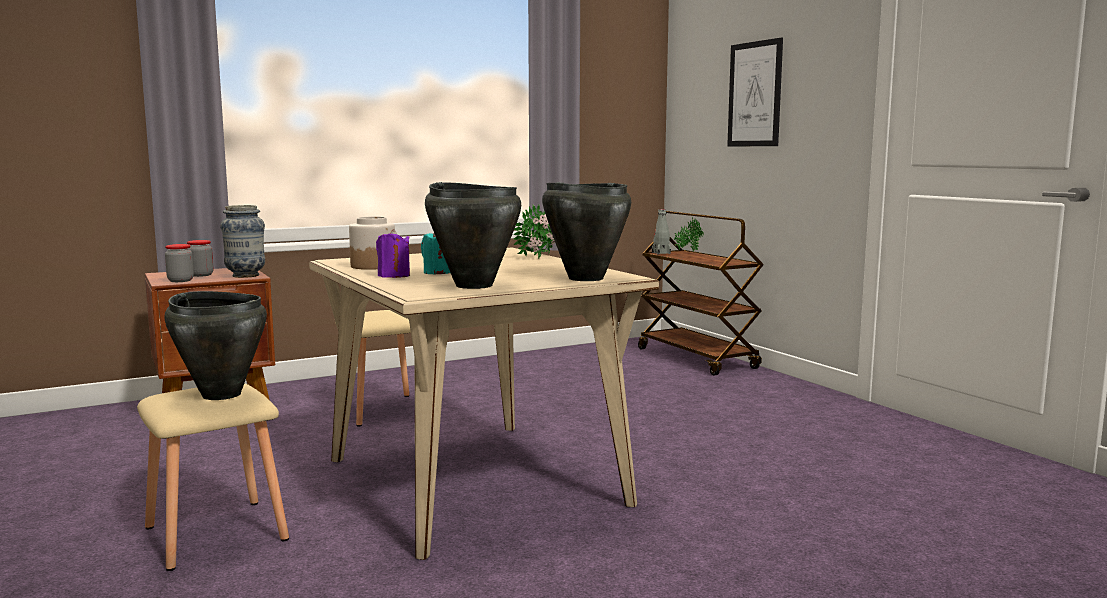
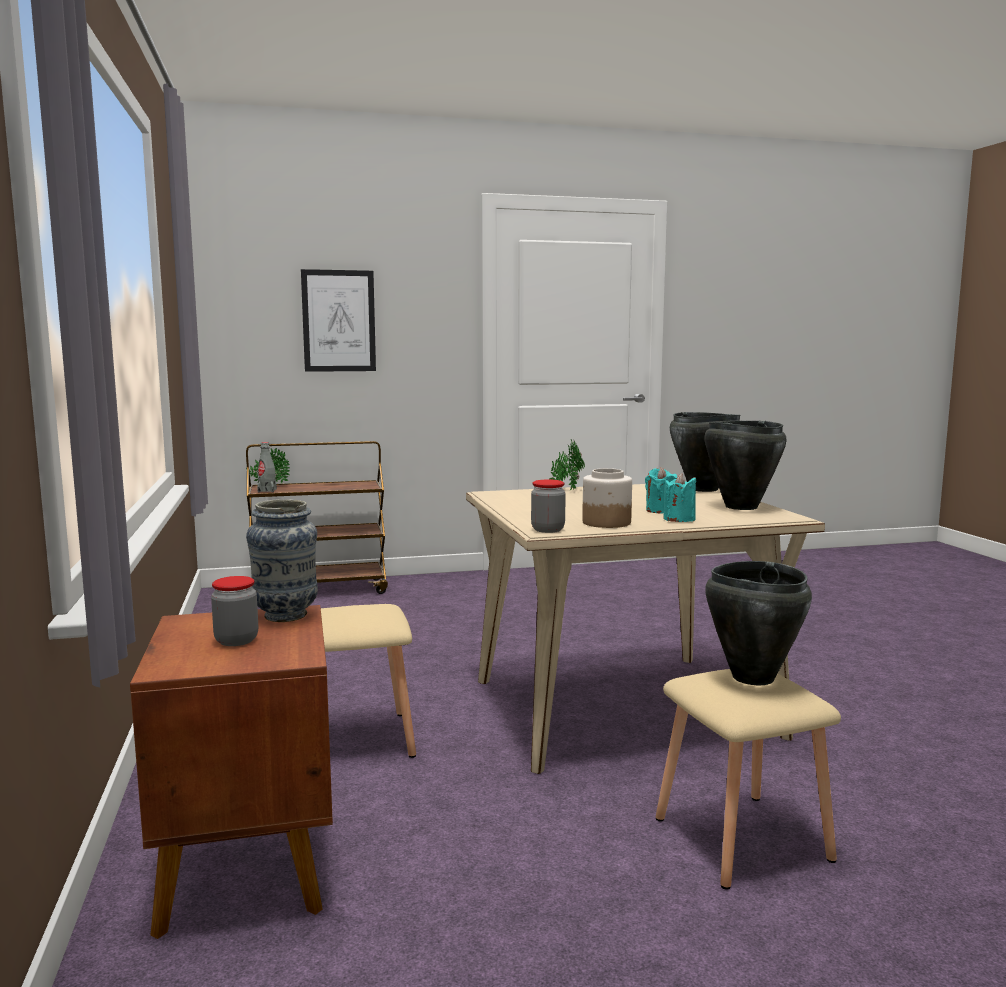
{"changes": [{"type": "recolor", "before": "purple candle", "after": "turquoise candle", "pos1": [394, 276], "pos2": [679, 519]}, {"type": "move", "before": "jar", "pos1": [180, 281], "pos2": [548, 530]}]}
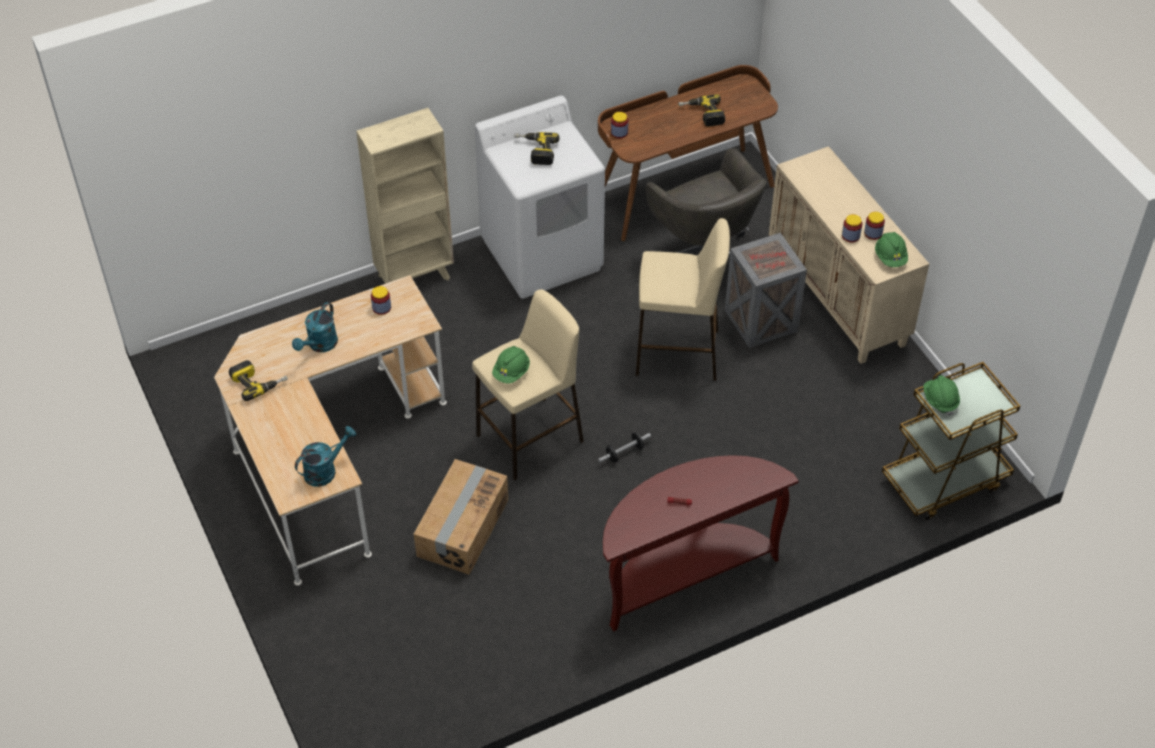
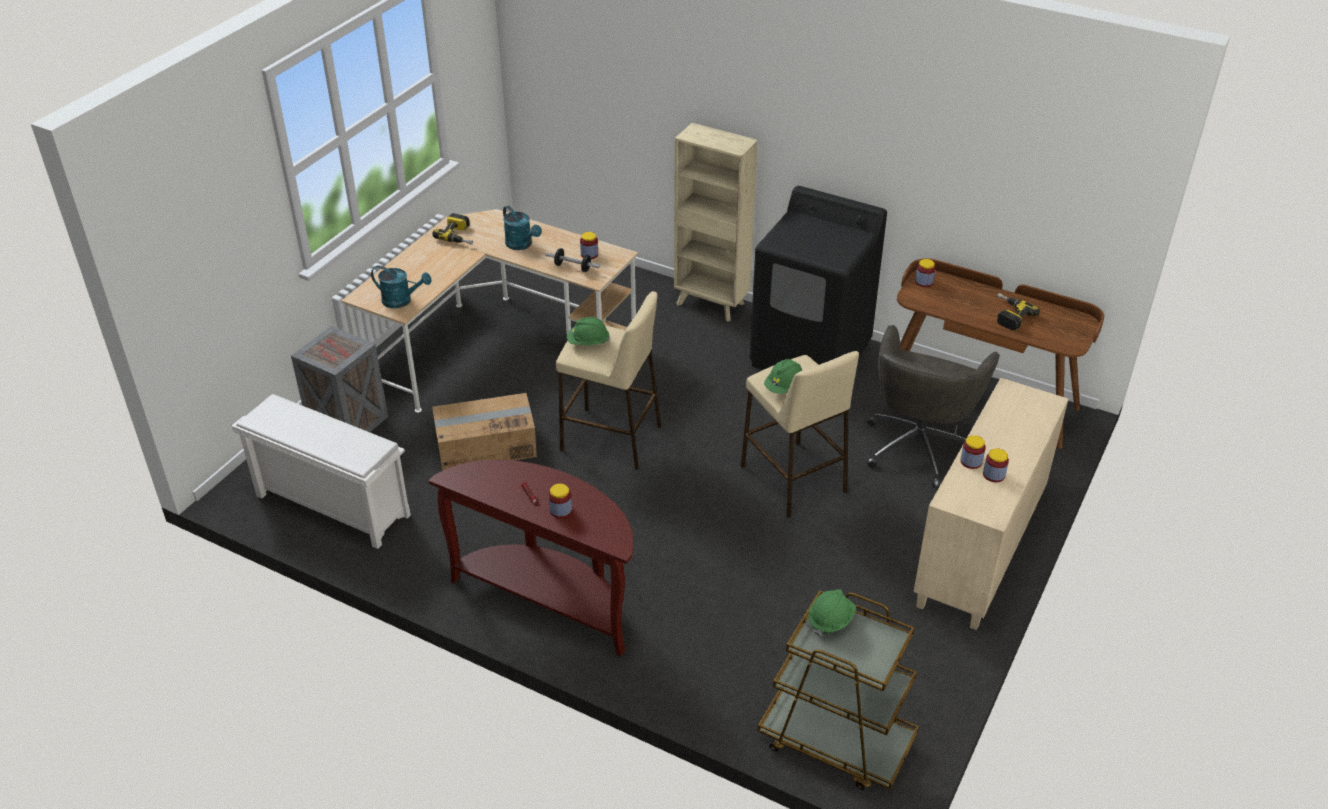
{"changes": [{"type": "recolor", "before": "white washing machine", "after": "black washing machine", "pos1": [542, 254], "pos2": [811, 354]}, {"type": "delete", "before": "power drill", "pos1": [535, 151]}, {"type": "move", "before": "green hard hat", "pos1": [890, 257], "pos2": [784, 387]}, {"type": "move", "before": "crate", "pos1": [759, 320], "pos2": [348, 421]}, {"type": "rotate", "before": "turquoise watering can", "pos1": [320, 345], "pos2": [522, 245], "turn": -120}, {"type": "move", "before": "dumbbell", "pos1": [624, 453], "pos2": [573, 267]}, {"type": "insert", "after": "white shoe rack", "pos2": [330, 506]}, {"type": "insert", "after": "jar", "pos2": [560, 510]}]}
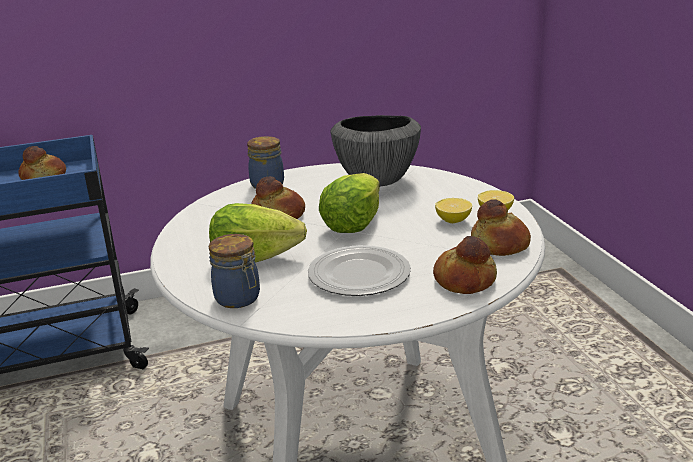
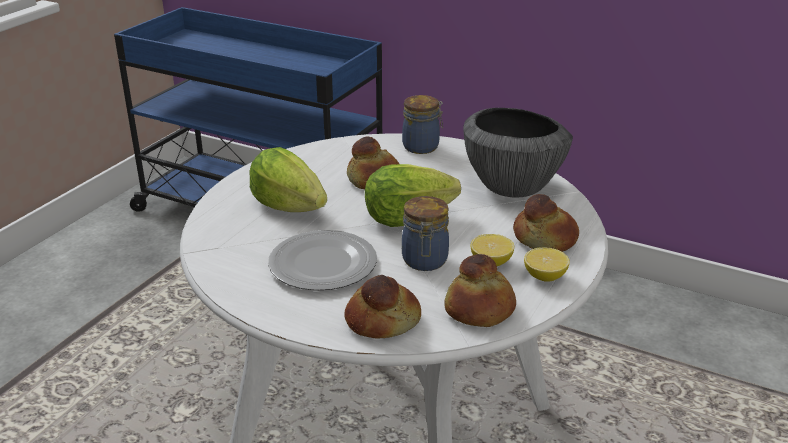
{"changes": [{"type": "move", "before": "bread", "pos1": [44, 176], "pos2": [545, 238]}, {"type": "move", "before": "jar", "pos1": [239, 299], "pos2": [424, 261]}]}
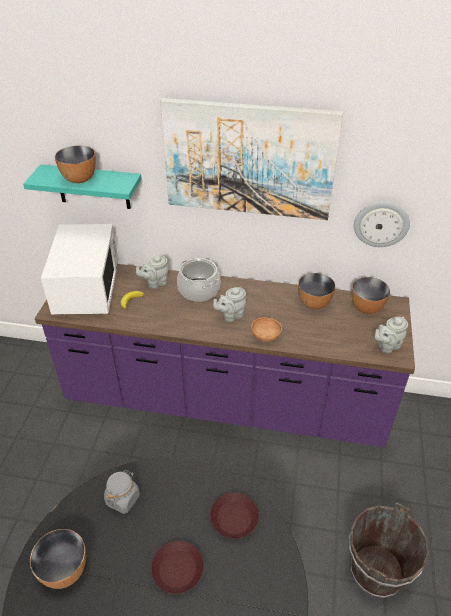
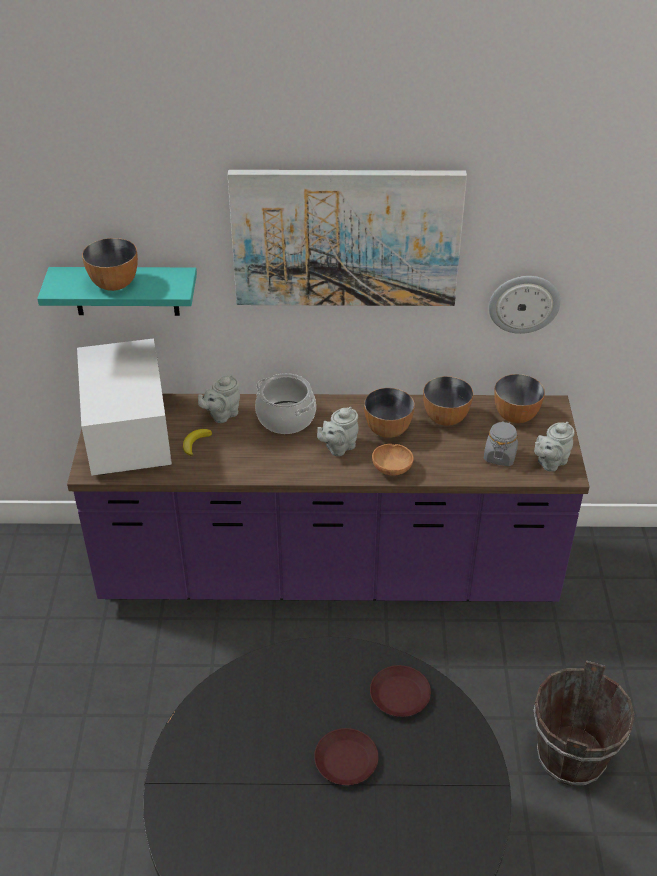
{"changes": [{"type": "move", "before": "grey jar", "pos1": [123, 499], "pos2": [499, 456]}, {"type": "move", "before": "bowl", "pos1": [64, 570], "pos2": [387, 430]}]}
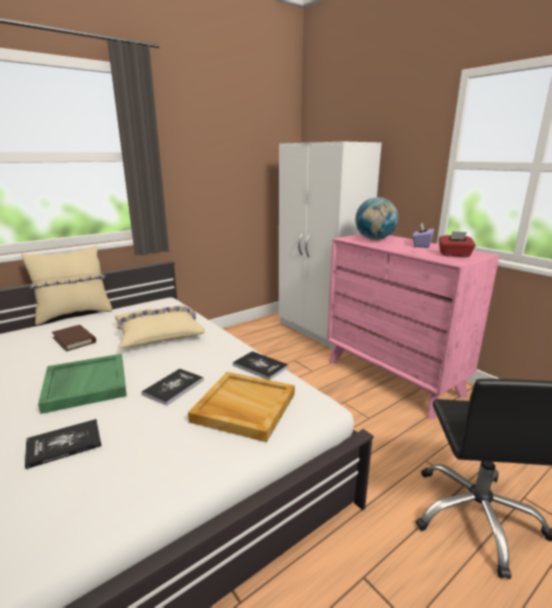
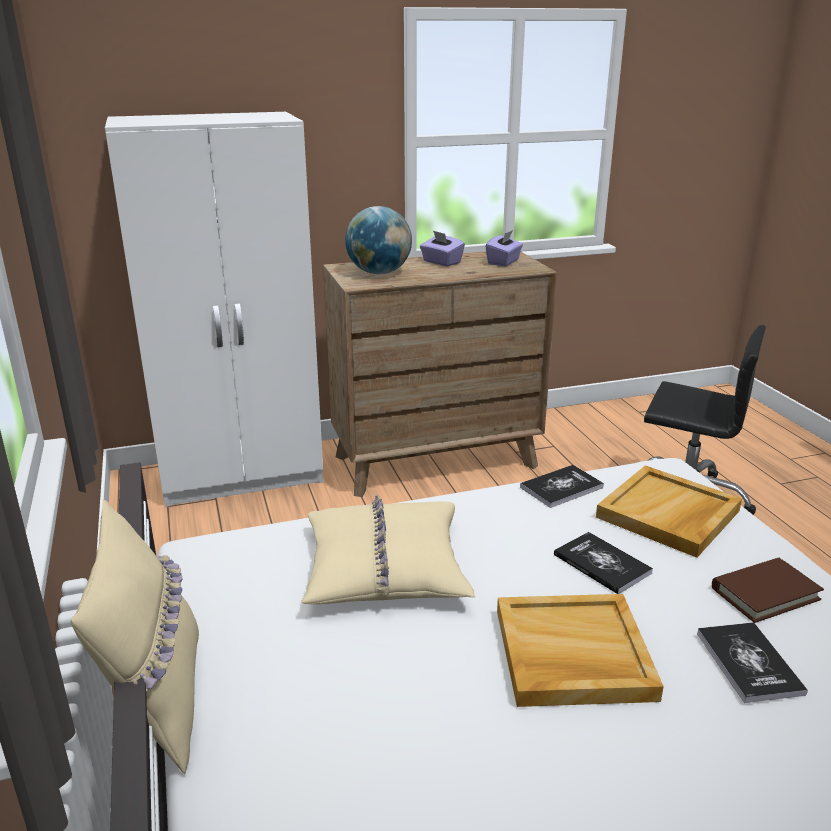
{"changes": [{"type": "recolor", "before": "red tissue box", "after": "purple tissue box", "pos1": [454, 255], "pos2": [503, 262]}, {"type": "recolor", "before": "pink dresser", "after": "brown dresser", "pos1": [393, 377], "pos2": [435, 461]}, {"type": "move", "before": "brown book", "pos1": [74, 340], "pos2": [765, 593]}, {"type": "recolor", "before": "green tray", "after": "beige tray", "pos1": [85, 384], "pos2": [572, 654]}]}
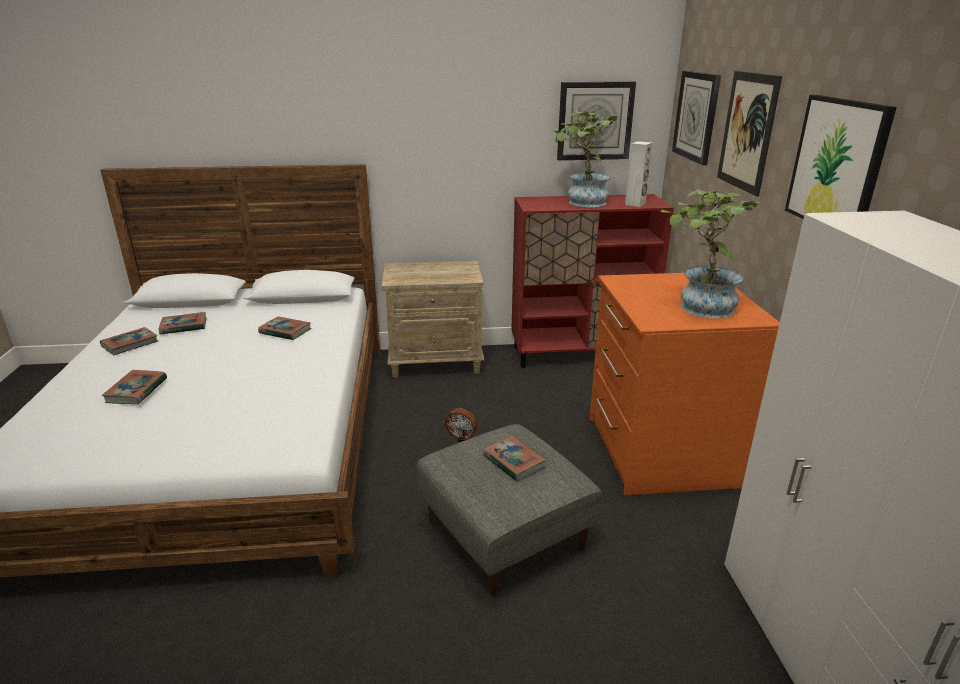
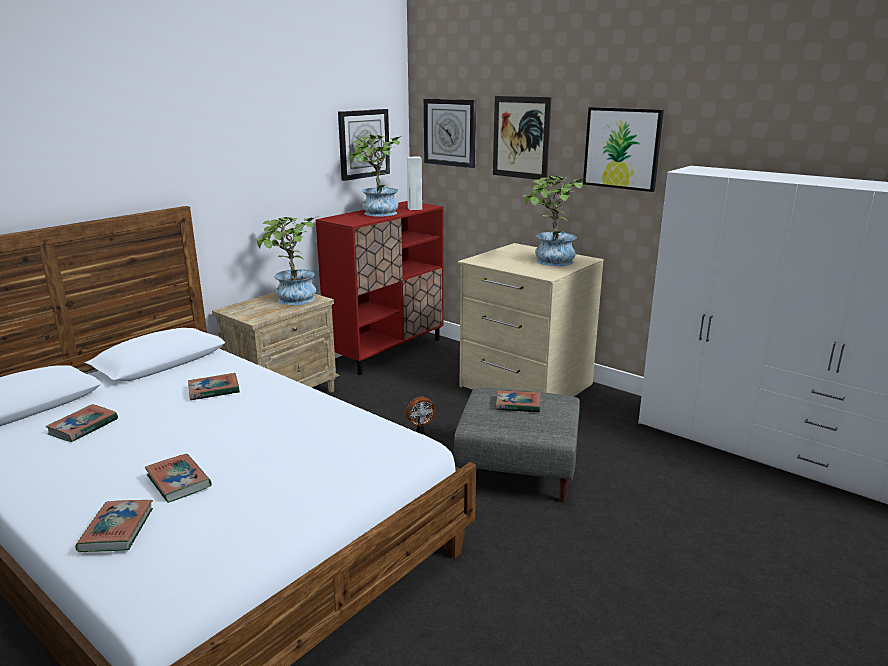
{"changes": [{"type": "recolor", "before": "orange dresser", "after": "beige dresser", "pos1": [658, 451], "pos2": [524, 386]}, {"type": "move", "before": "book", "pos1": [130, 344], "pos2": [117, 530]}, {"type": "insert", "after": "potted plant", "pos2": [292, 300]}]}
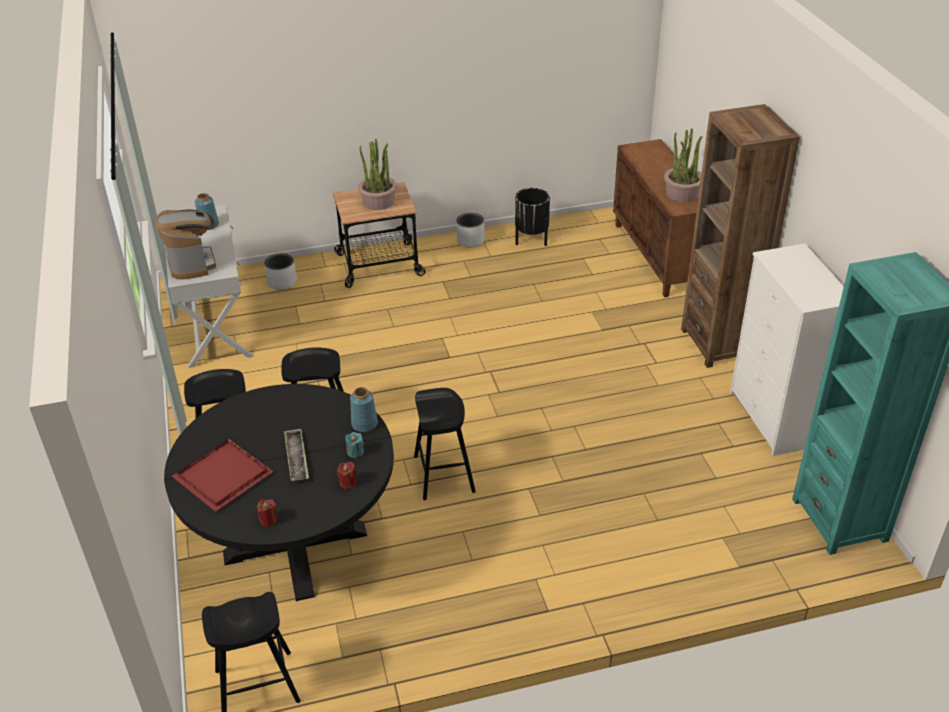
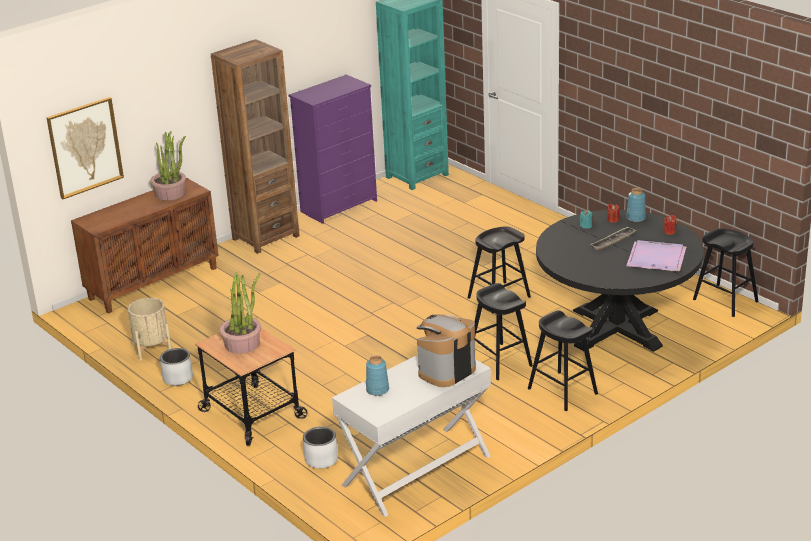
{"changes": [{"type": "recolor", "before": "black planter", "after": "beige planter", "pos1": [531, 237], "pos2": [152, 349]}, {"type": "recolor", "before": "white dresser", "after": "purple dresser", "pos1": [773, 419], "pos2": [340, 206]}, {"type": "move", "before": "blue vase", "pos1": [364, 424], "pos2": [636, 218]}, {"type": "recolor", "before": "red tray", "after": "purple tray", "pos1": [221, 476], "pos2": [657, 259]}, {"type": "insert", "after": "picture", "pos2": [85, 147]}]}
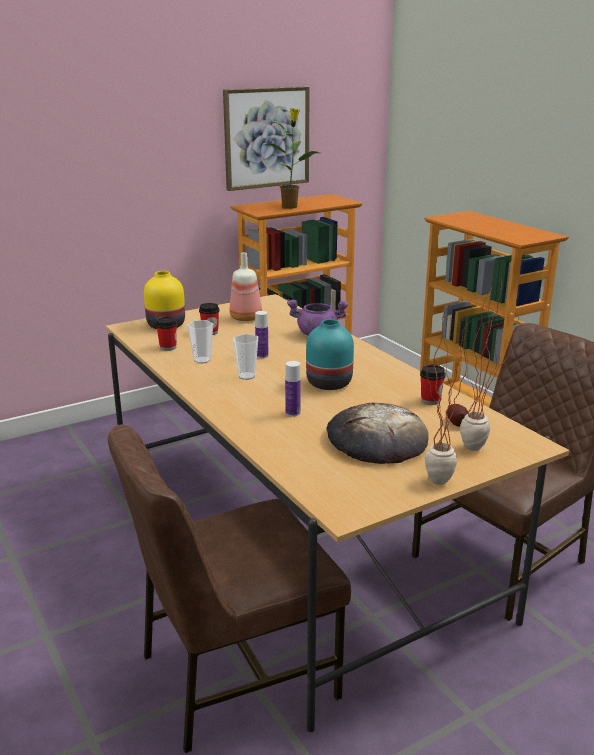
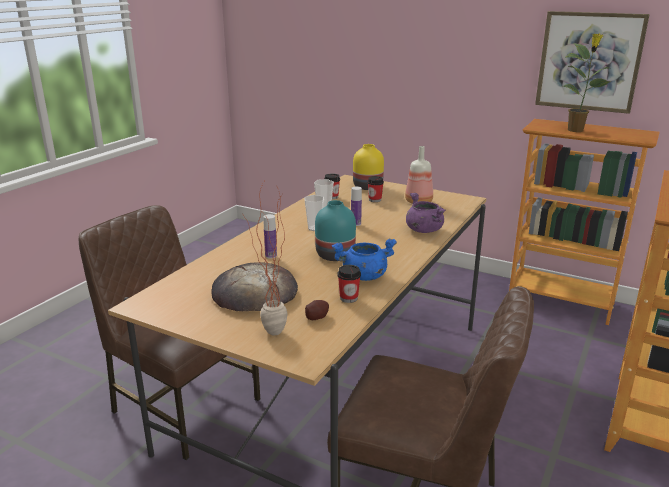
{"changes": [{"type": "delete", "before": "potted plant", "pos1": [432, 485]}, {"type": "insert", "after": "blue cooking pot", "pos2": [364, 276]}]}
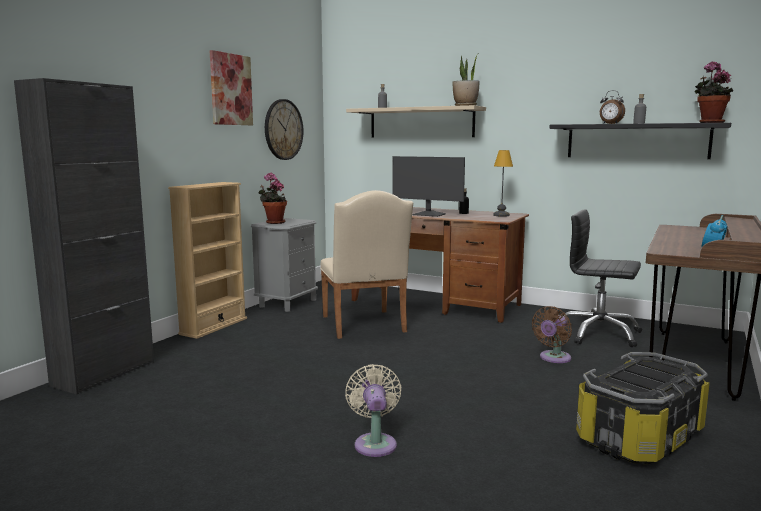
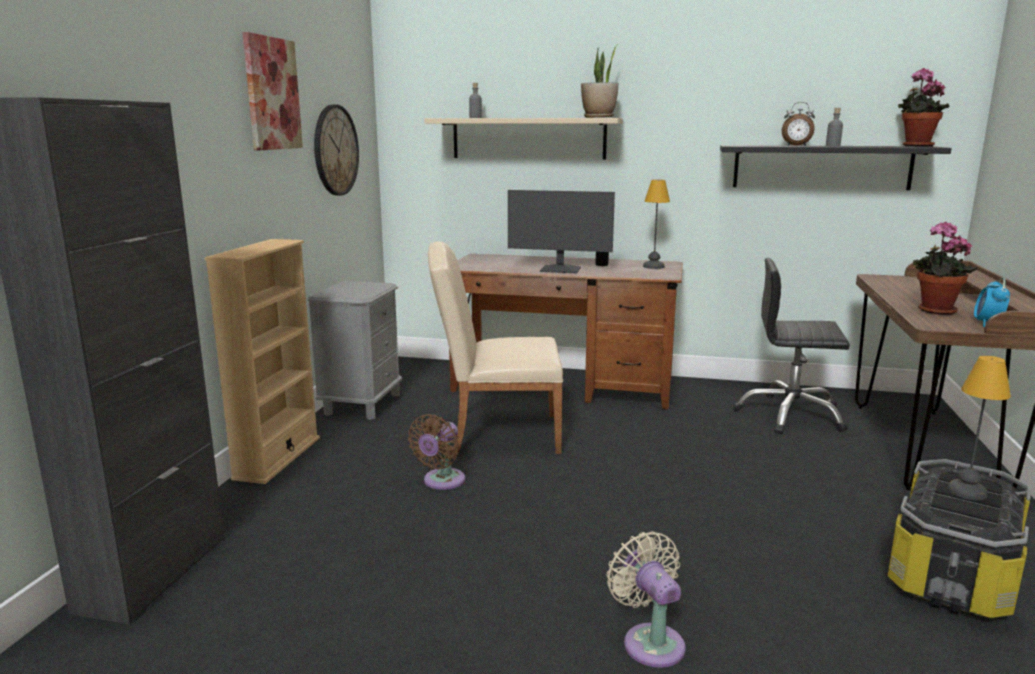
{"changes": [{"type": "move", "before": "potted plant", "pos1": [273, 222], "pos2": [934, 311]}, {"type": "rotate", "before": "beige chair", "pos1": [364, 326], "pos2": [496, 433], "turn": 120}, {"type": "move", "before": "brown fan", "pos1": [553, 358], "pos2": [441, 482]}, {"type": "insert", "after": "table lamp", "pos2": [965, 491]}]}
